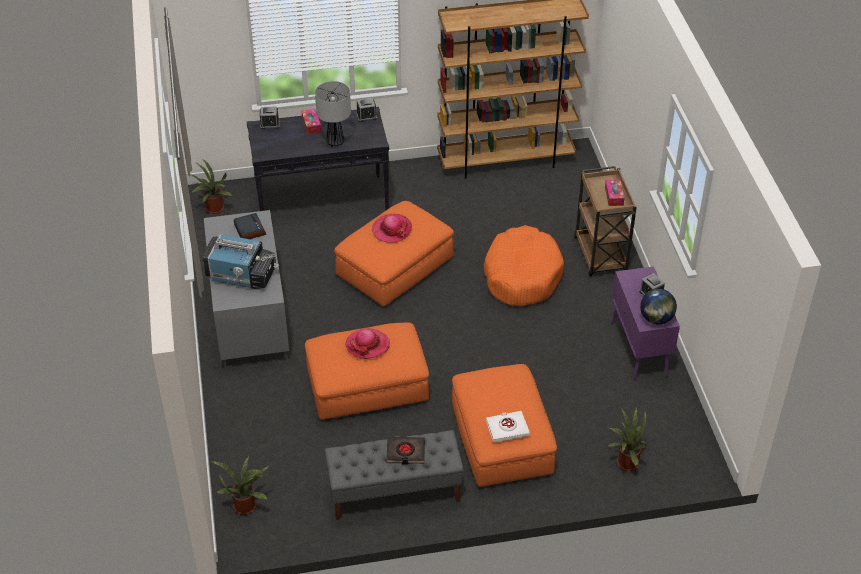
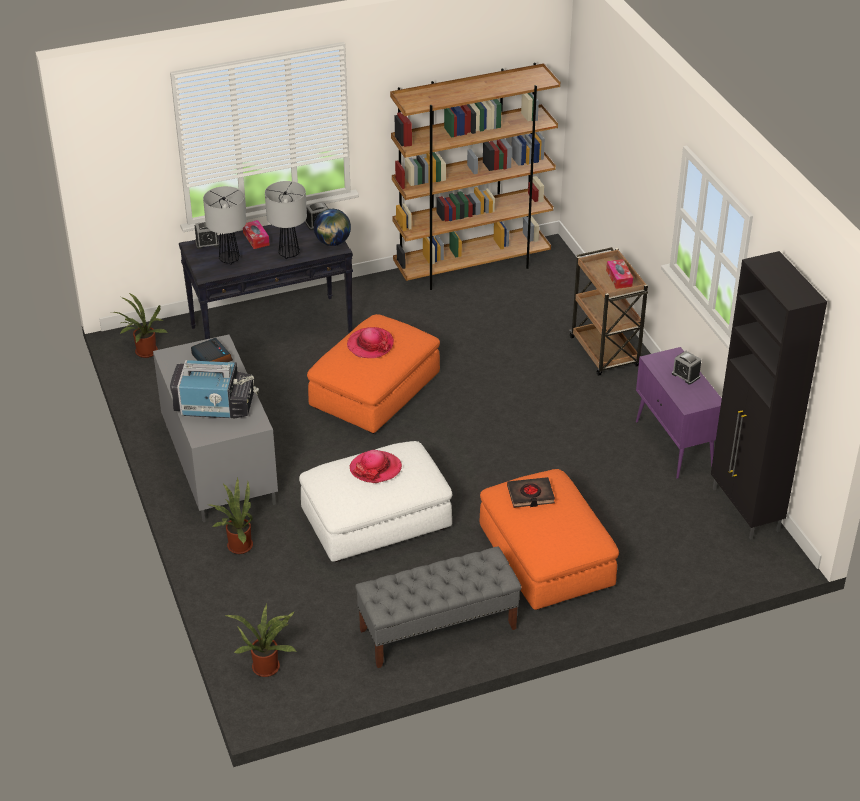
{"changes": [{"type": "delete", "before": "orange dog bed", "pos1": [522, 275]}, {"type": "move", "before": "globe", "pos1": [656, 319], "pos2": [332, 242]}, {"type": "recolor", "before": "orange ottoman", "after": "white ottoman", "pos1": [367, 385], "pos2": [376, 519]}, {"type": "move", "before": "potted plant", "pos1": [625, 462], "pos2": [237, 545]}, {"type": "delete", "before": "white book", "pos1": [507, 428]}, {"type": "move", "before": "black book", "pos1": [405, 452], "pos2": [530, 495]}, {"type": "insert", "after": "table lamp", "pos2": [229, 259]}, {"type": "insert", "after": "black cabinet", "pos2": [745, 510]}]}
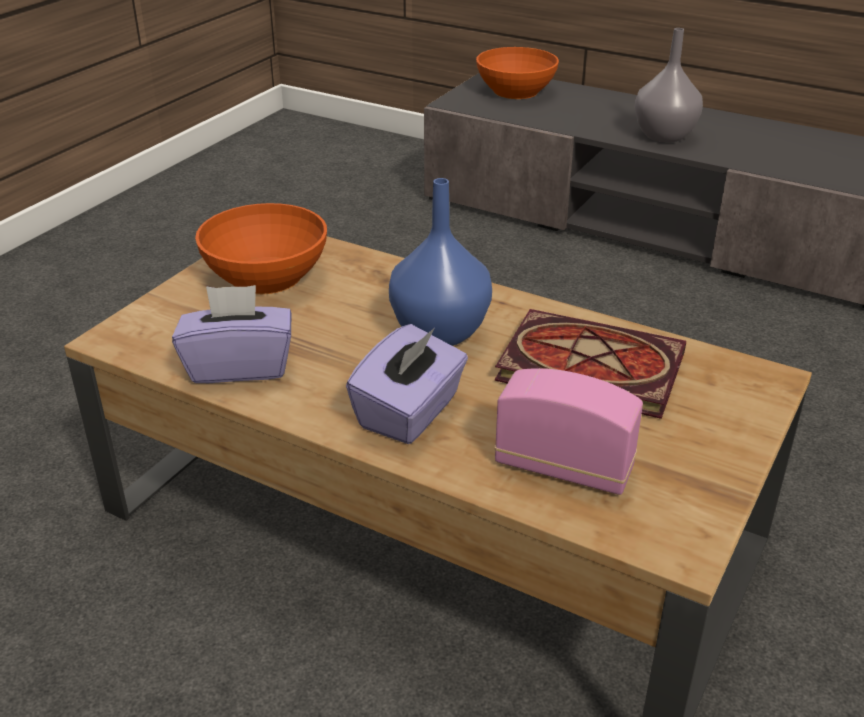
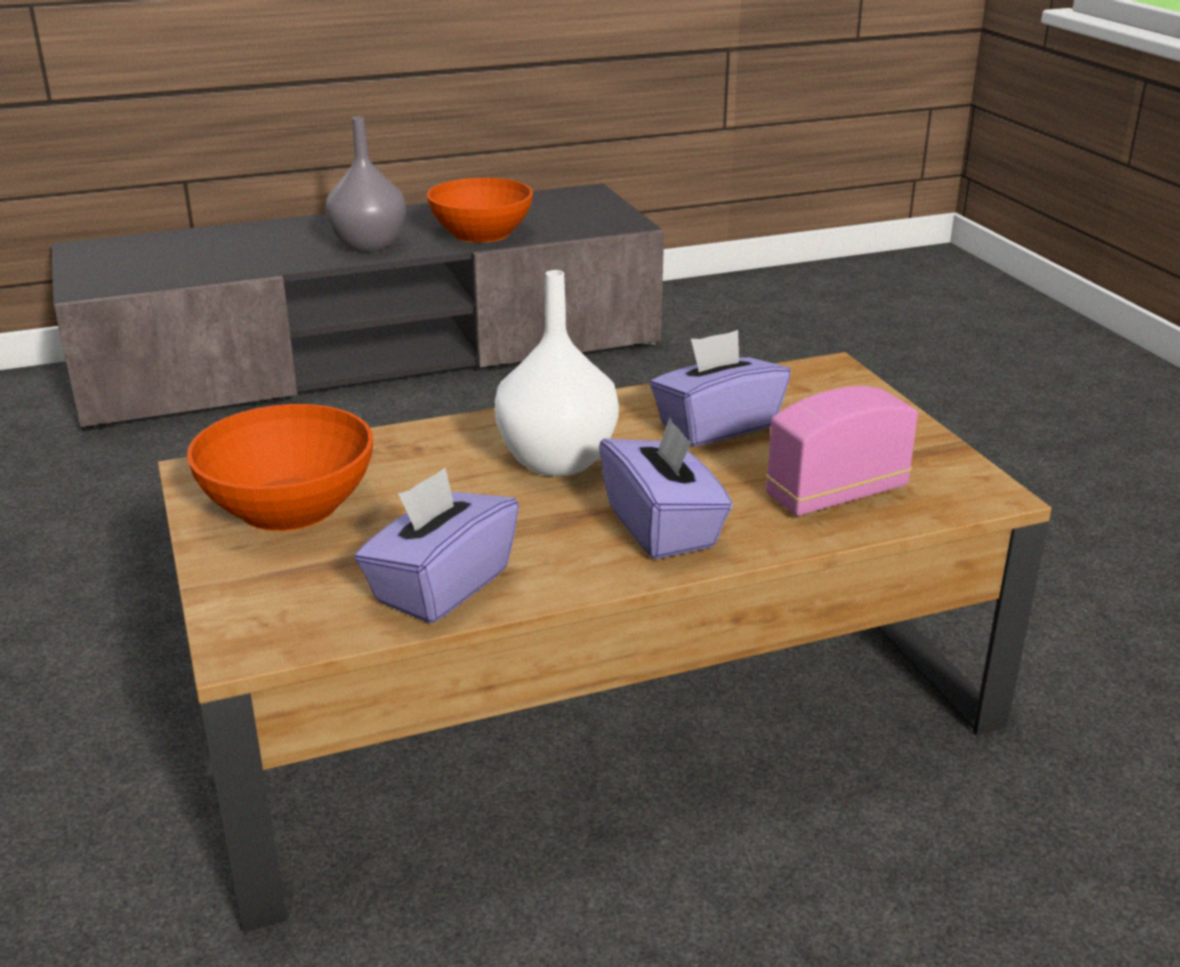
{"changes": [{"type": "move", "before": "orange bowl", "pos1": [515, 91], "pos2": [480, 233]}, {"type": "recolor", "before": "blue vase", "after": "white vase", "pos1": [440, 334], "pos2": [559, 462]}, {"type": "replace", "before": "book", "after": "purple tissue box", "pos1": [585, 369], "pos2": [716, 426]}]}
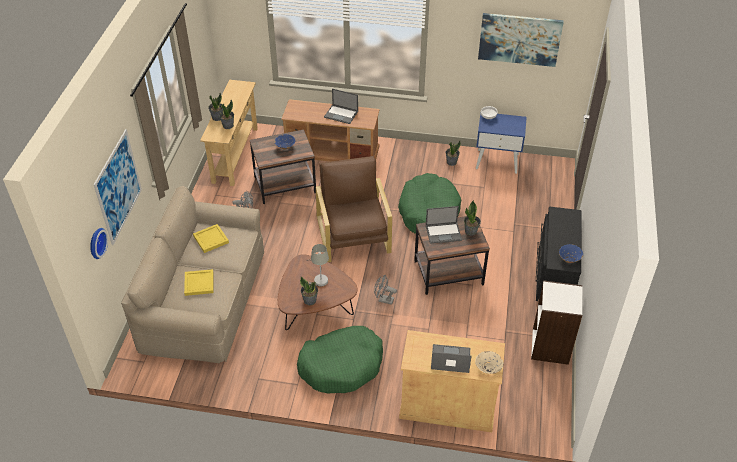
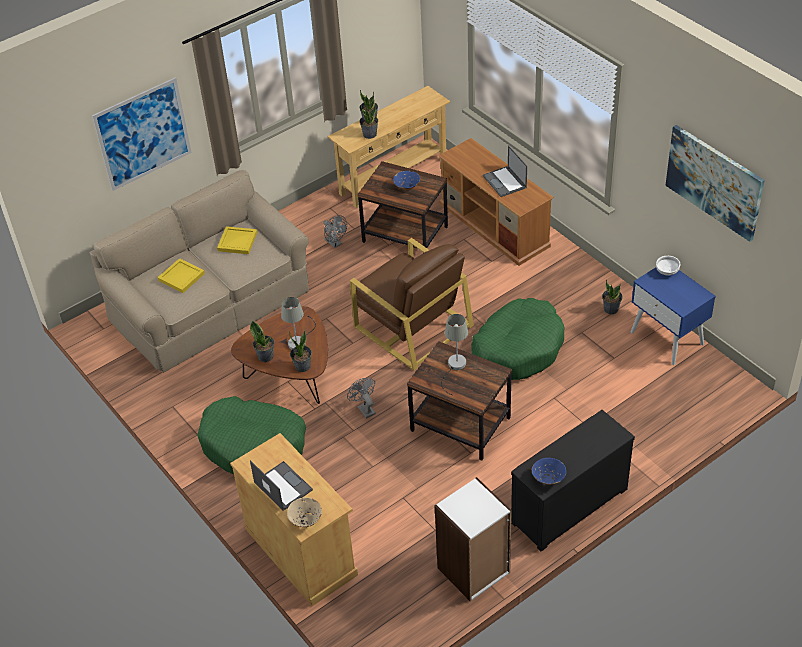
{"changes": [{"type": "rotate", "before": "brown armchair", "pos1": [353, 235], "pos2": [412, 325], "turn": 105}, {"type": "move", "before": "potted plant", "pos1": [471, 231], "pos2": [302, 366]}, {"type": "replace", "before": "laptop", "after": "grey table lamp", "pos1": [444, 232], "pos2": [454, 367]}, {"type": "delete", "before": "wall clock", "pos1": [96, 243]}]}
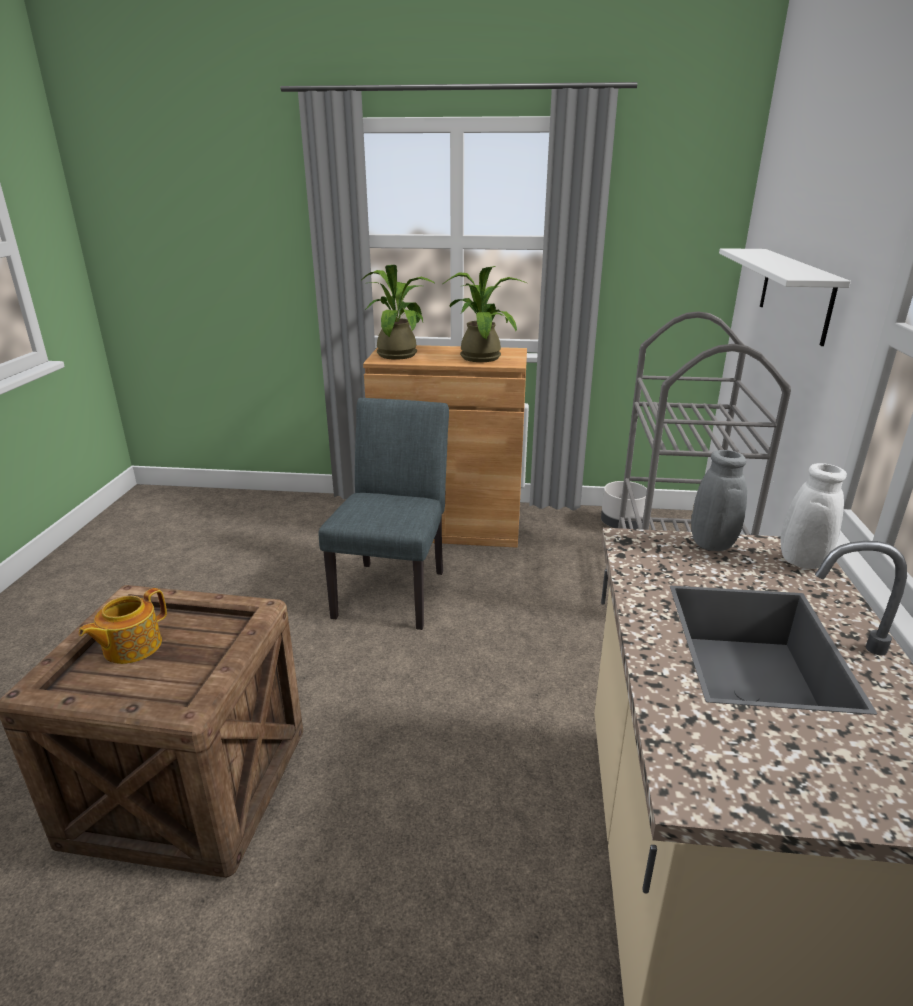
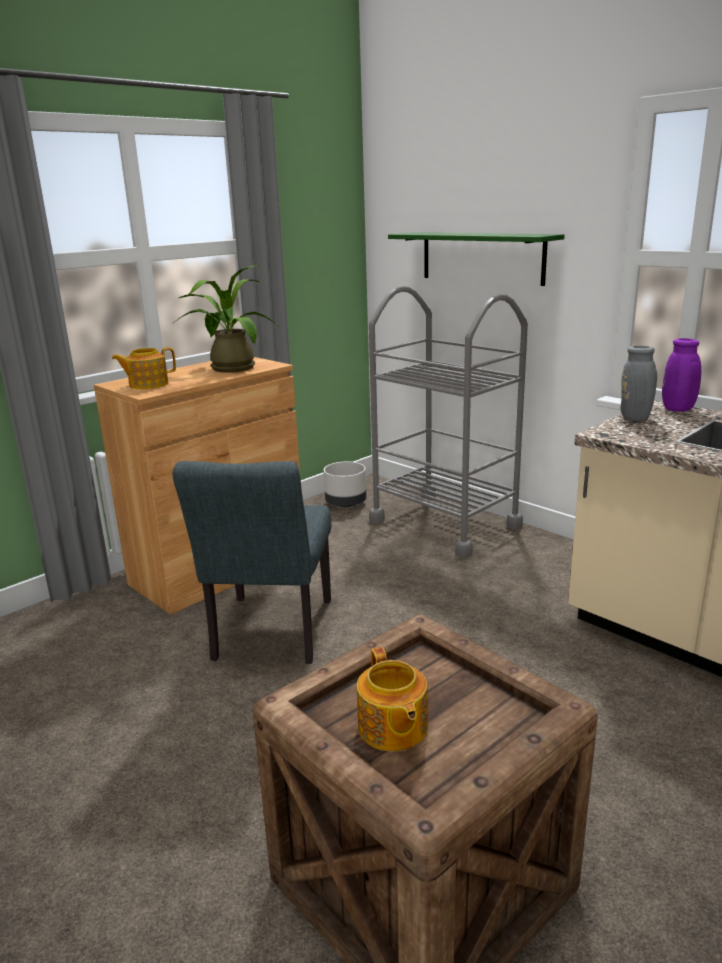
{"changes": [{"type": "recolor", "before": "white shelf", "after": "green shelf", "pos1": [795, 293], "pos2": [481, 257]}, {"type": "replace", "before": "potted plant", "after": "teapot", "pos1": [399, 354], "pos2": [147, 384]}, {"type": "rotate", "before": "grey chair", "pos1": [394, 588], "pos2": [270, 635], "turn": -135}, {"type": "recolor", "before": "white vase", "after": "purple vase", "pos1": [798, 562], "pos2": [677, 410]}]}
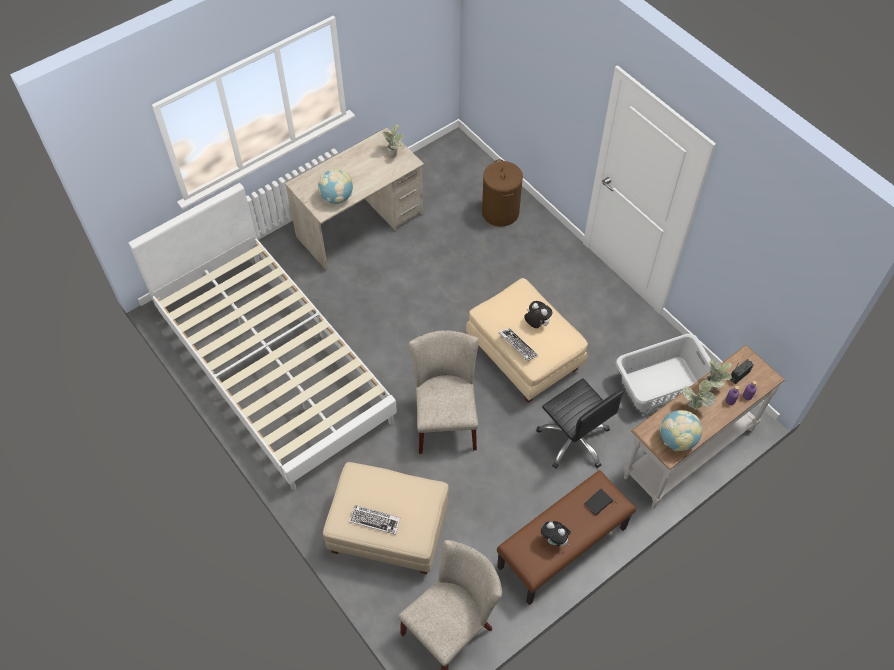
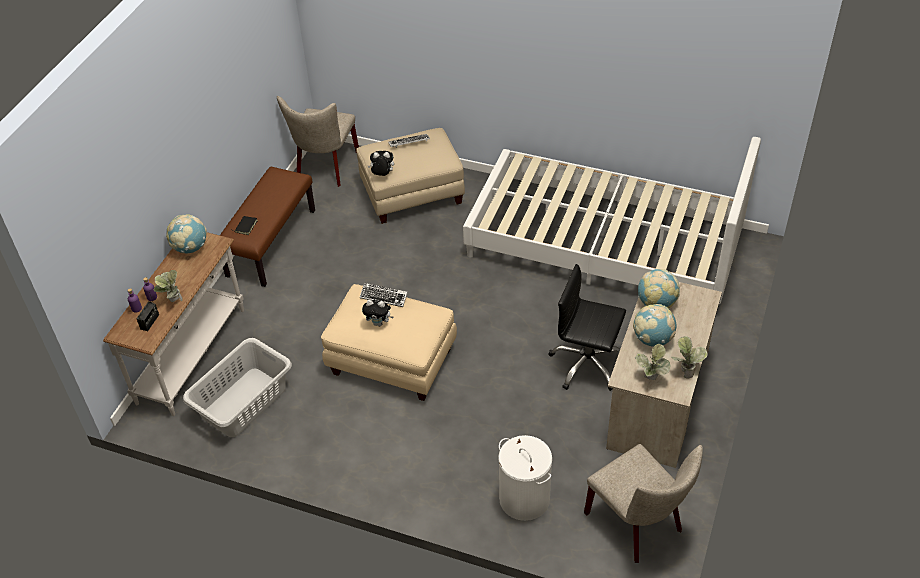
{"changes": [{"type": "recolor", "before": "brown laundry basket", "after": "white laundry basket", "pos1": [500, 212], "pos2": [524, 499]}, {"type": "move", "before": "beige chair", "pos1": [445, 419], "pos2": [638, 525]}, {"type": "move", "before": "black office chair", "pos1": [574, 439], "pos2": [587, 364]}, {"type": "move", "before": "potted plant", "pos1": [694, 408], "pos2": [685, 370]}, {"type": "move", "before": "plush toy", "pos1": [554, 540], "pos2": [382, 175]}, {"type": "insert", "after": "globe", "pos2": [653, 339]}]}
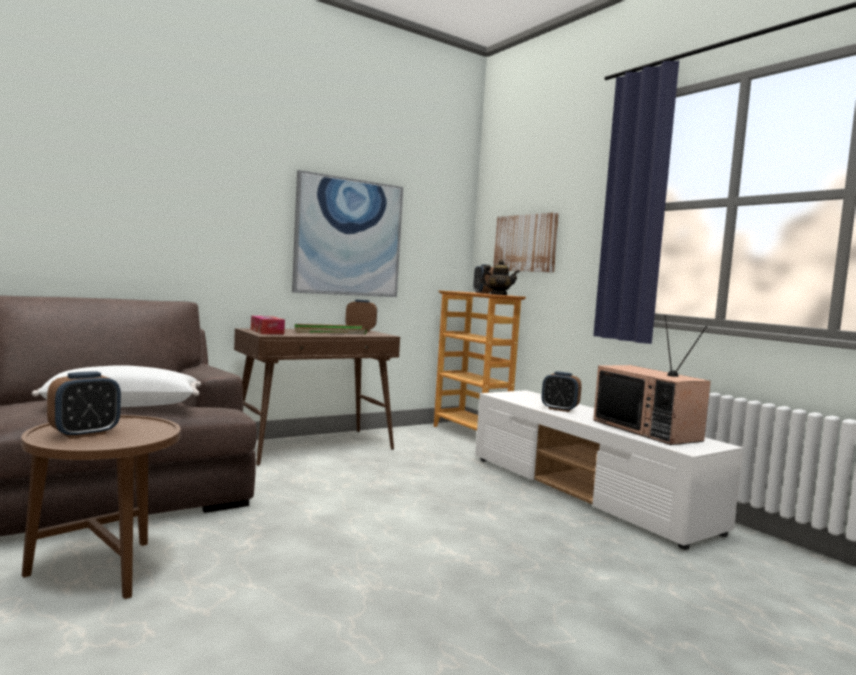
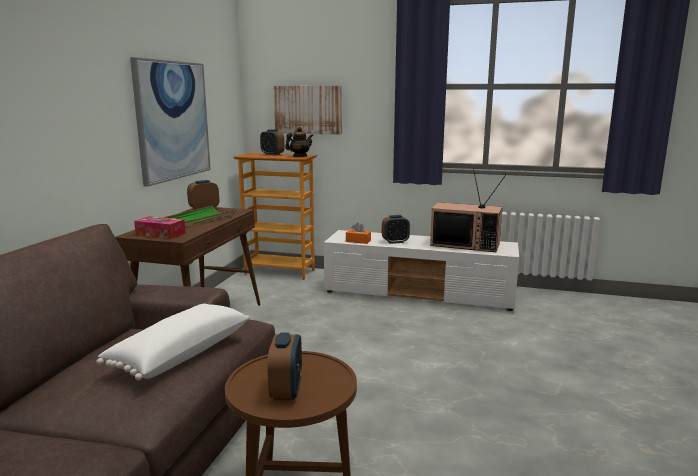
{"changes": [{"type": "insert", "after": "orange tissue box", "pos2": [358, 241]}]}
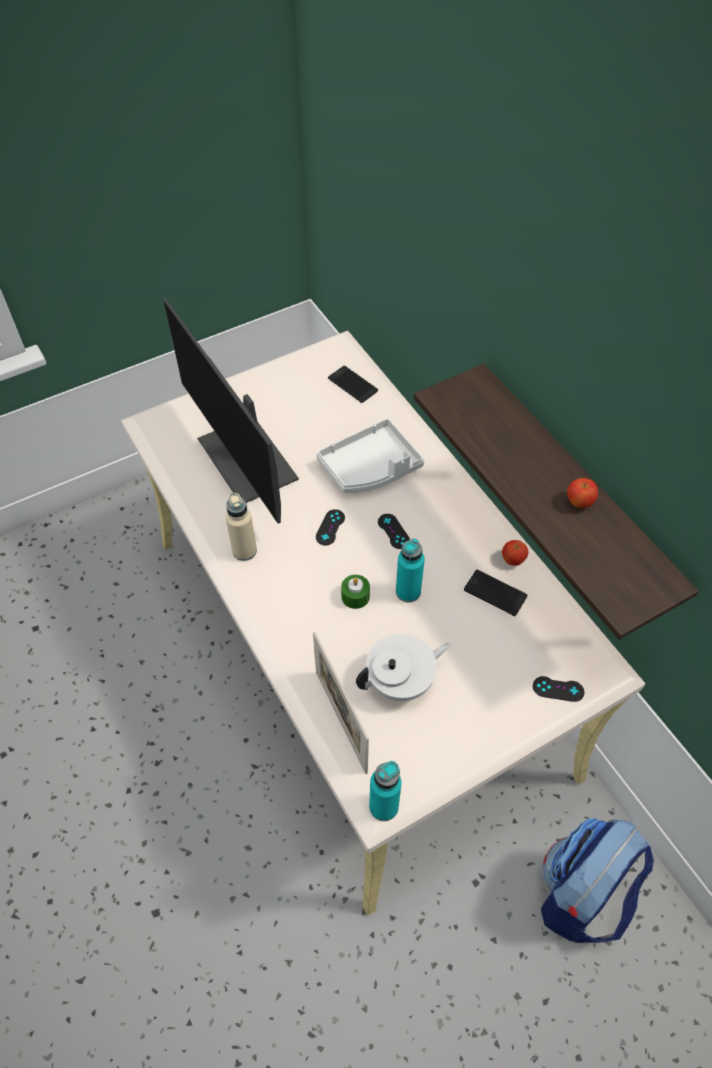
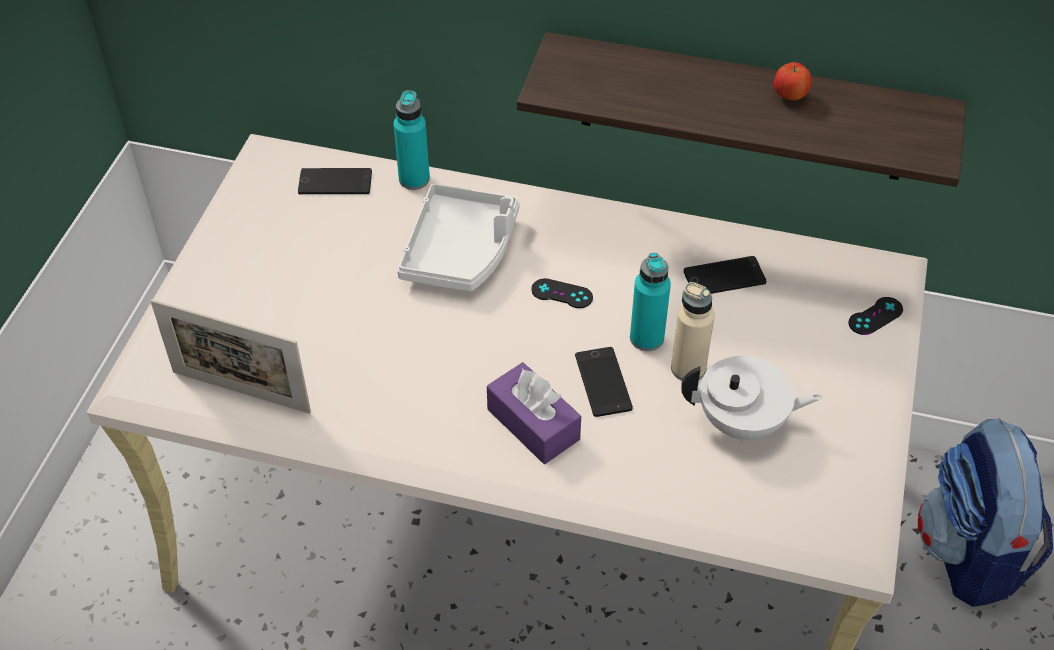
{"changes": [{"type": "delete", "before": "monitor", "pos1": [249, 462]}, {"type": "move", "before": "beige bottle", "pos1": [244, 551], "pos2": [688, 368]}, {"type": "delete", "before": "black game controller", "pos1": [330, 527]}, {"type": "delete", "before": "apple", "pos1": [513, 560]}, {"type": "replace", "before": "green candle", "after": "phone", "pos1": [355, 596], "pos2": [603, 382]}, {"type": "move", "before": "picture frame", "pos1": [341, 721], "pos2": [241, 392]}, {"type": "rotate", "before": "white teapot", "pos1": [401, 681], "pos2": [743, 422], "turn": 75}, {"type": "move", "before": "turquoise bottle", "pos1": [383, 806], "pos2": [414, 179]}, {"type": "insert", "after": "purple tissue box", "pos2": [533, 424]}]}
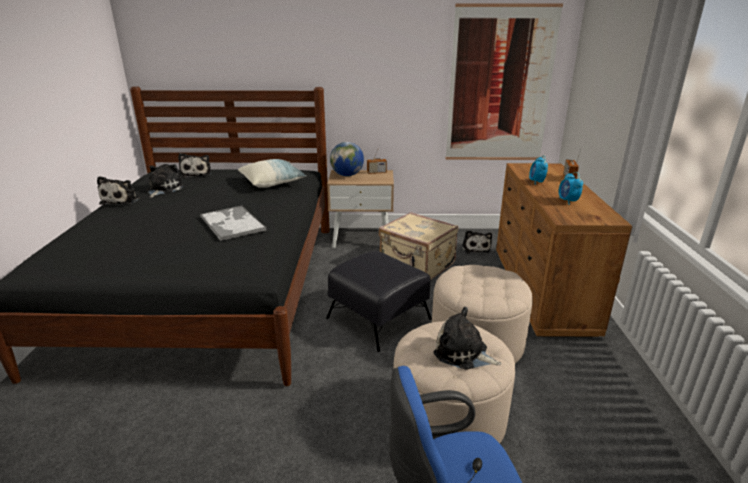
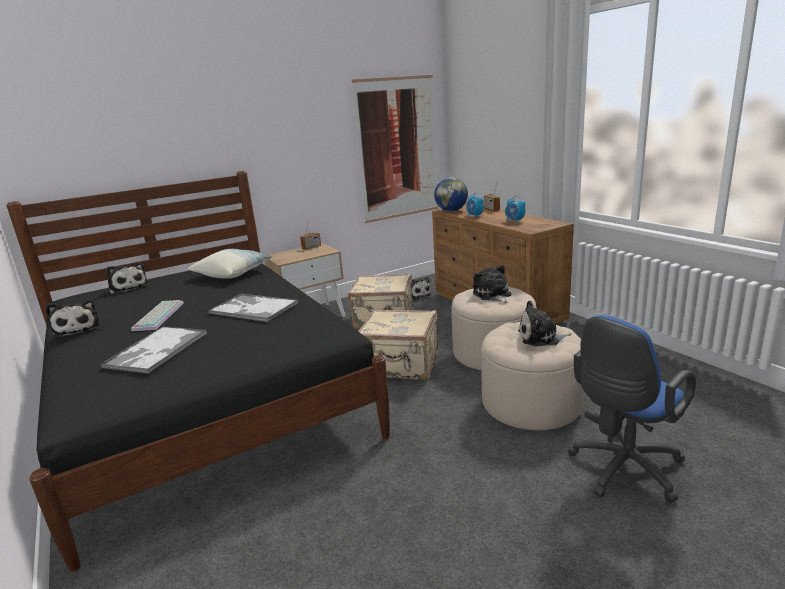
{"changes": [{"type": "move", "before": "globe", "pos1": [347, 175], "pos2": [451, 211]}, {"type": "move", "before": "plush toy", "pos1": [163, 189], "pos2": [492, 295]}, {"type": "replace", "before": "black ottoman", "after": "beige suitcase", "pos1": [379, 318], "pos2": [401, 366]}, {"type": "insert", "after": "keyboard", "pos2": [158, 316]}, {"type": "insert", "after": "tray", "pos2": [156, 350]}]}
